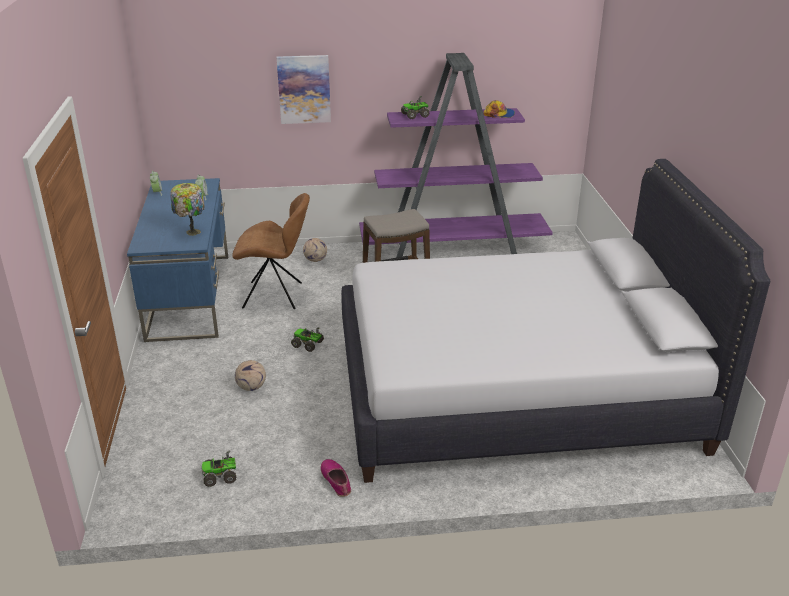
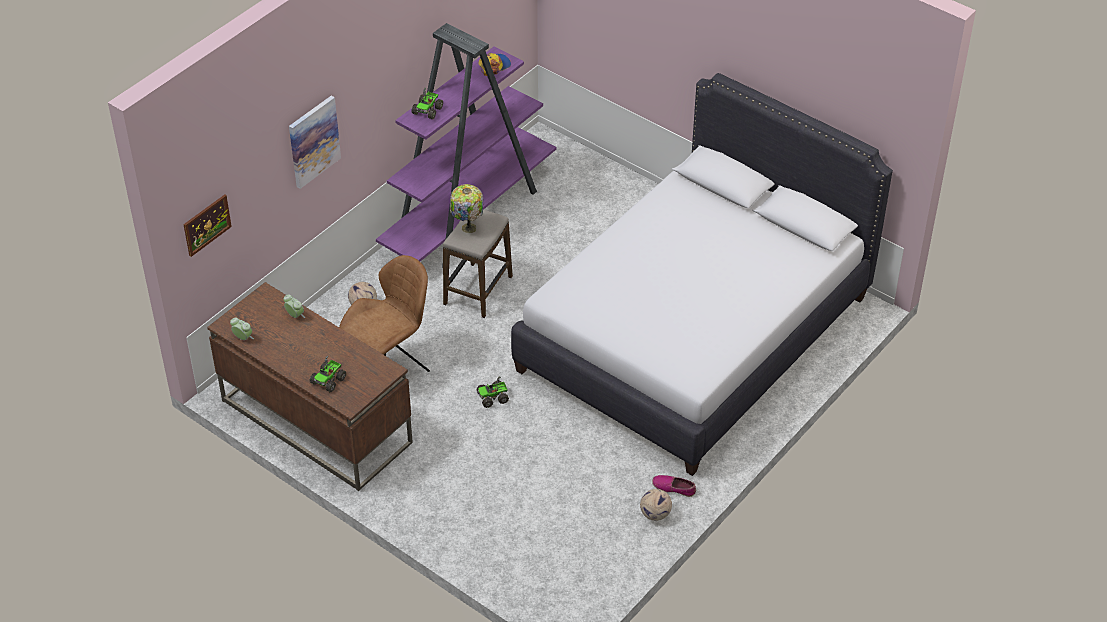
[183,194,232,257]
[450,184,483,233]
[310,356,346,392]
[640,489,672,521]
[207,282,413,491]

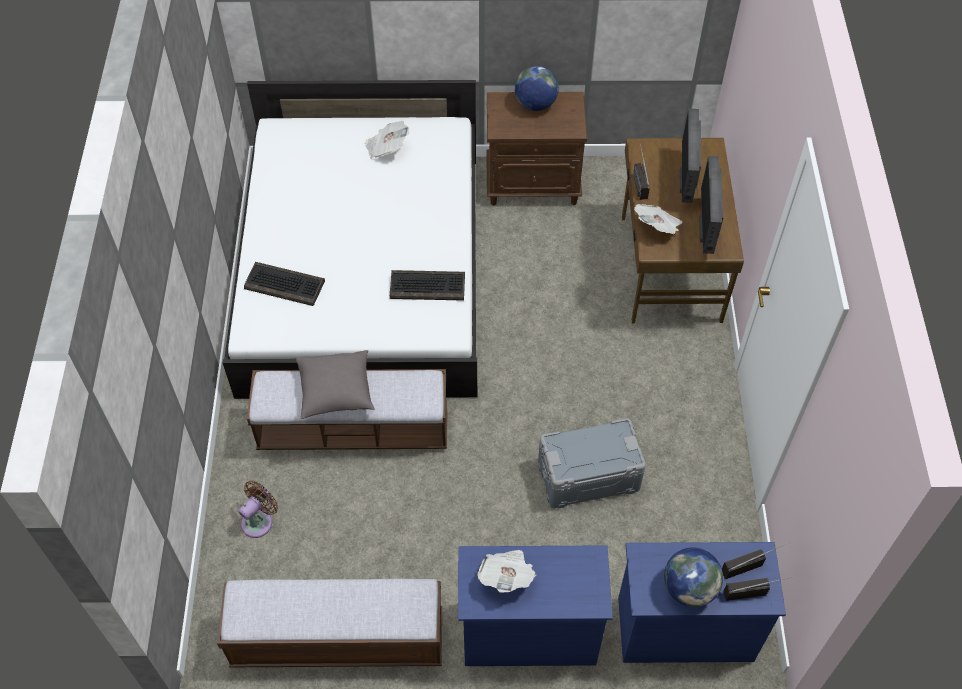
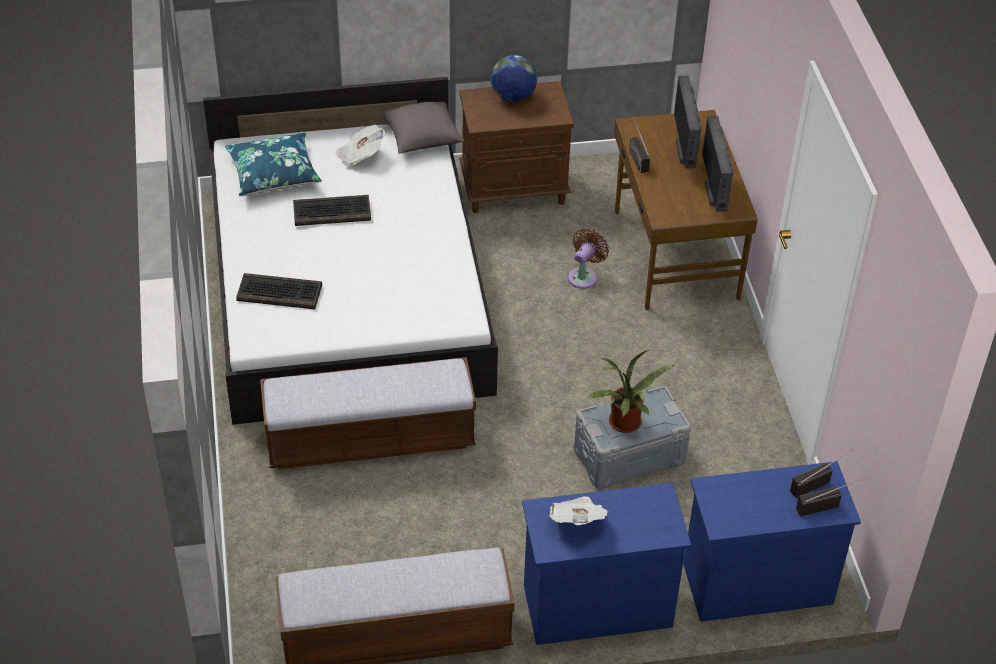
[634,204,683,234] (first image)
[664,547,723,607] (first image)
[225,132,322,196]
[588,349,676,433]
[568,229,609,289]
[381,102,465,154]
[293,195,371,226]

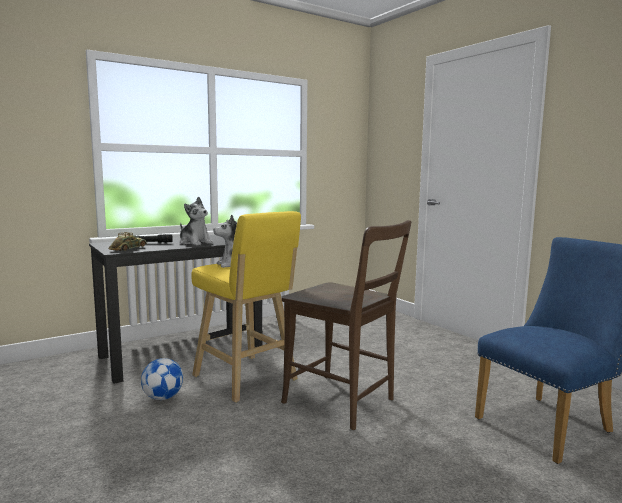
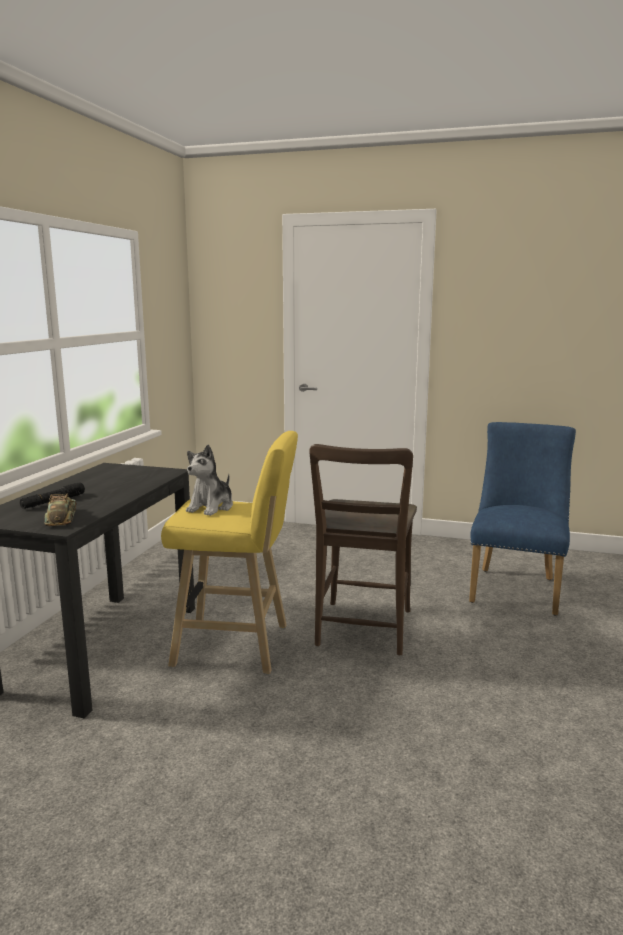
[141,358,183,400] (first image)
[180,197,213,245] (first image)
[309,444,417,655]

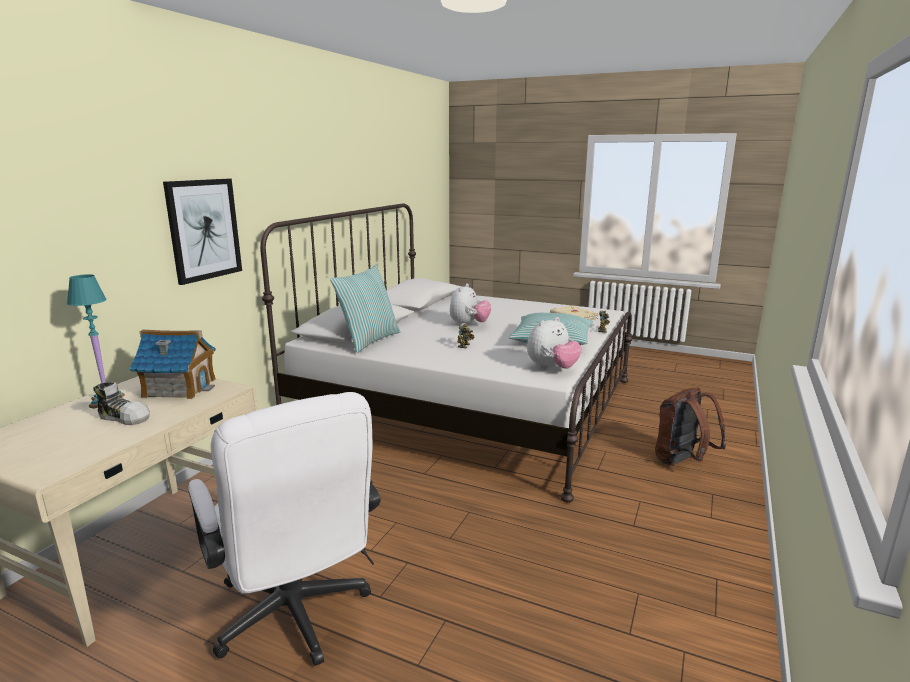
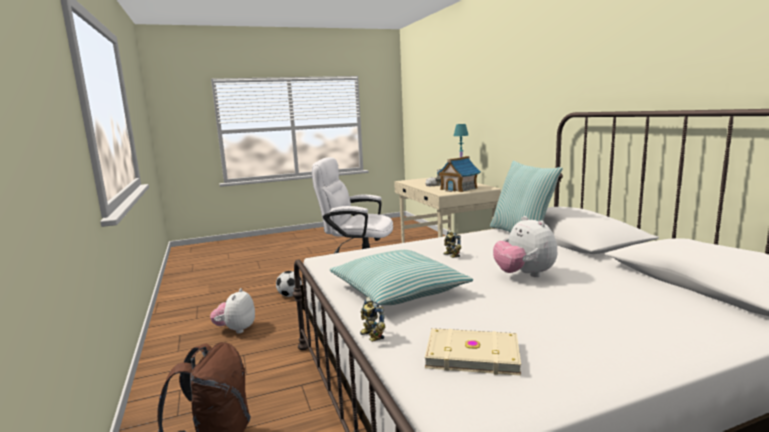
[163,179,242,285] (first image)
[276,271,302,297]
[210,288,255,334]

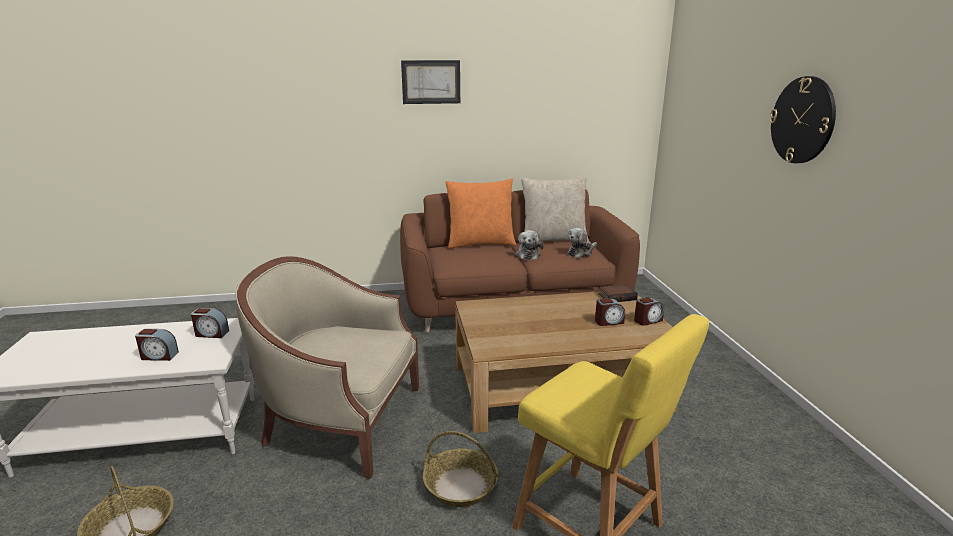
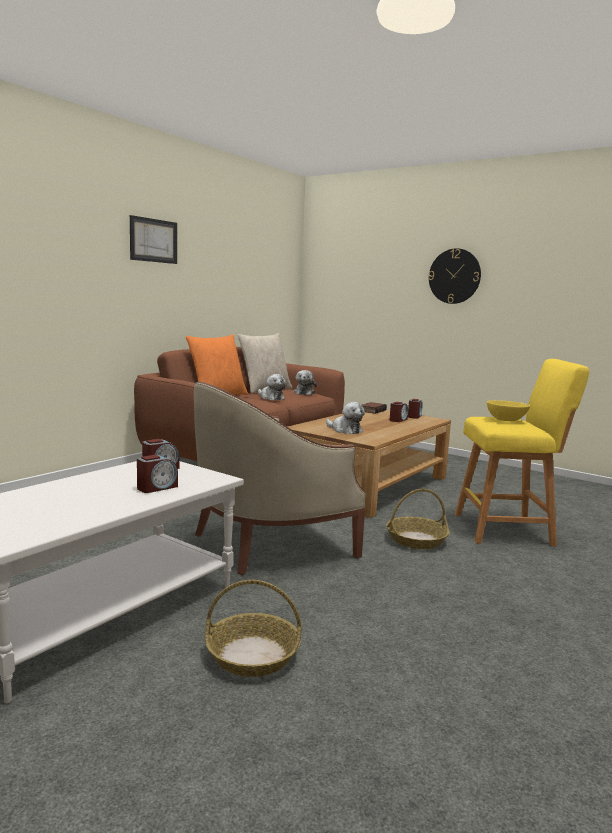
[326,402,365,434]
[487,400,530,421]

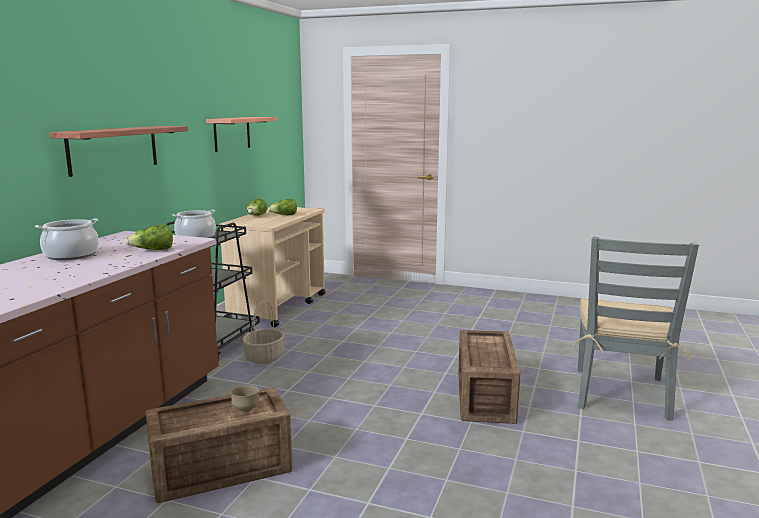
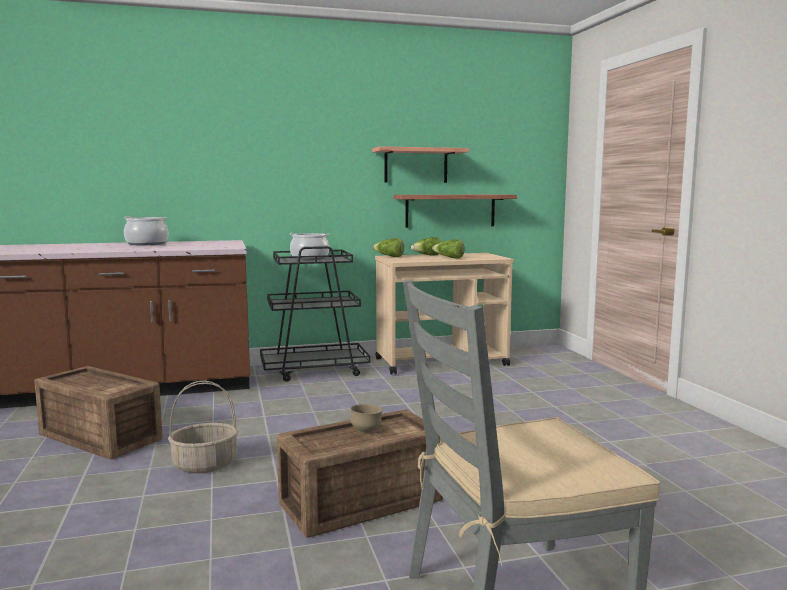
[394,194,517,228]
[373,238,404,257]
[350,404,383,434]
[168,381,238,473]

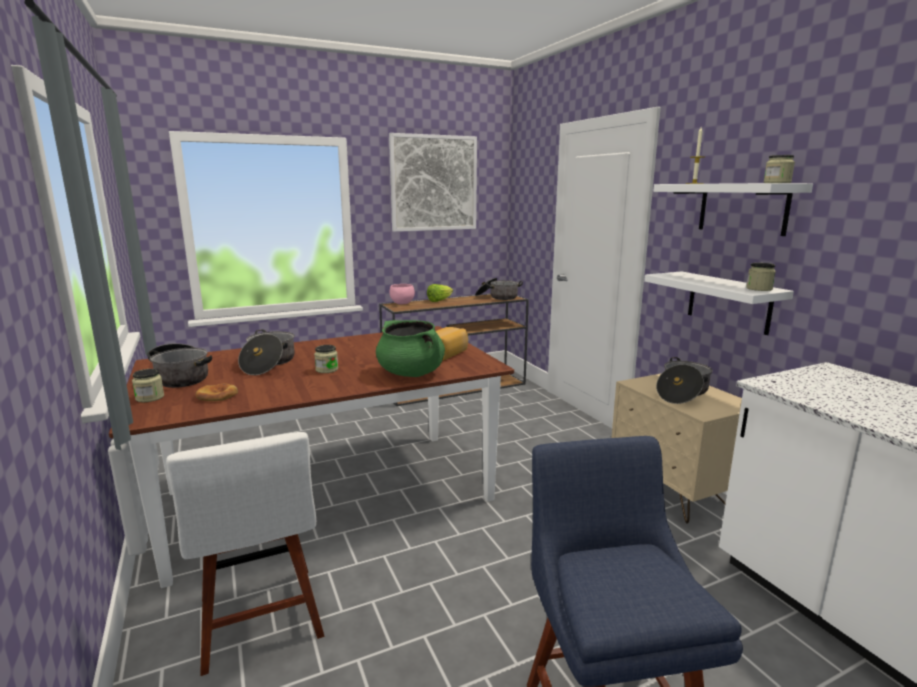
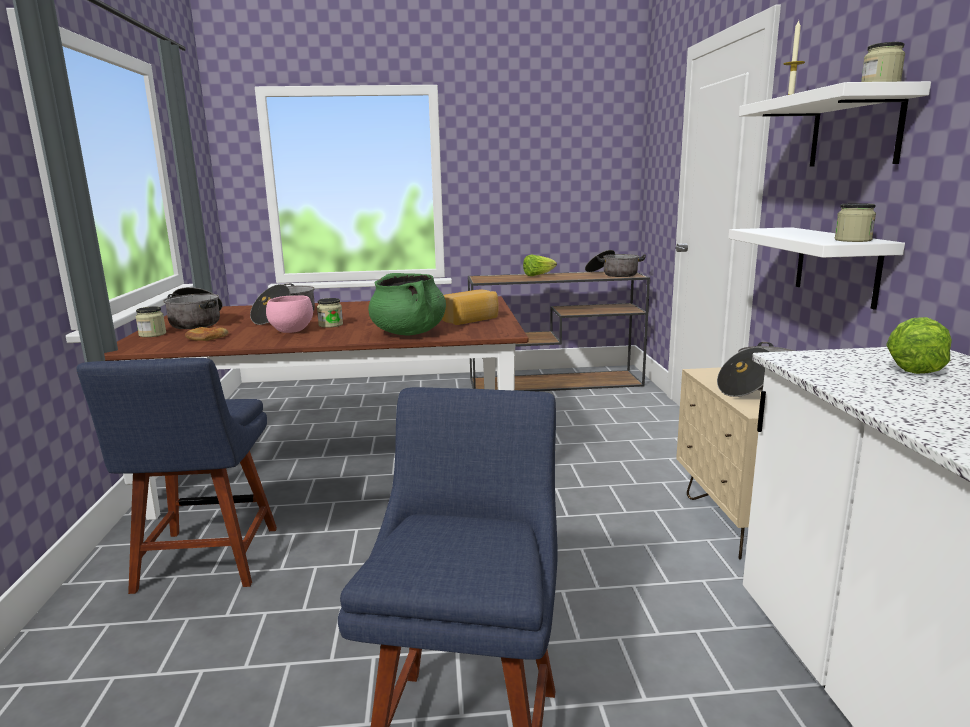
[389,133,477,232] (first image)
[886,317,952,374]
[266,295,313,333]
[76,358,277,594]

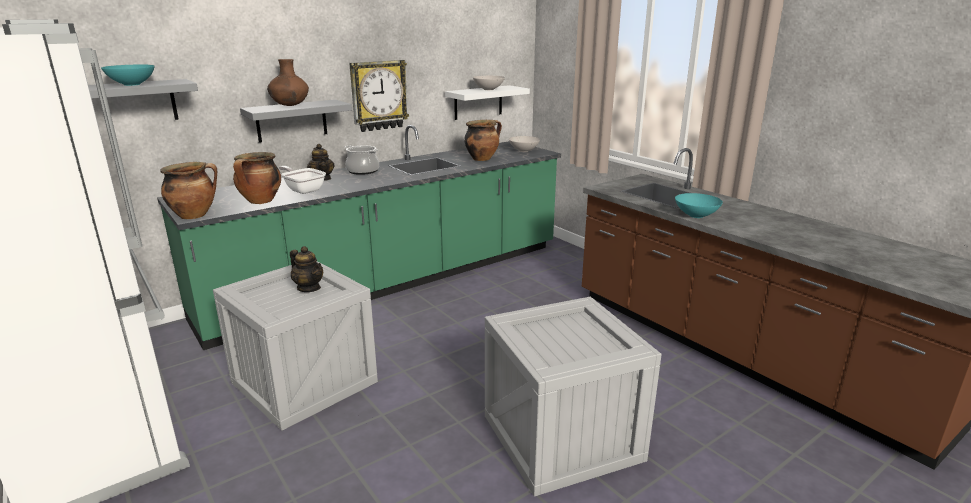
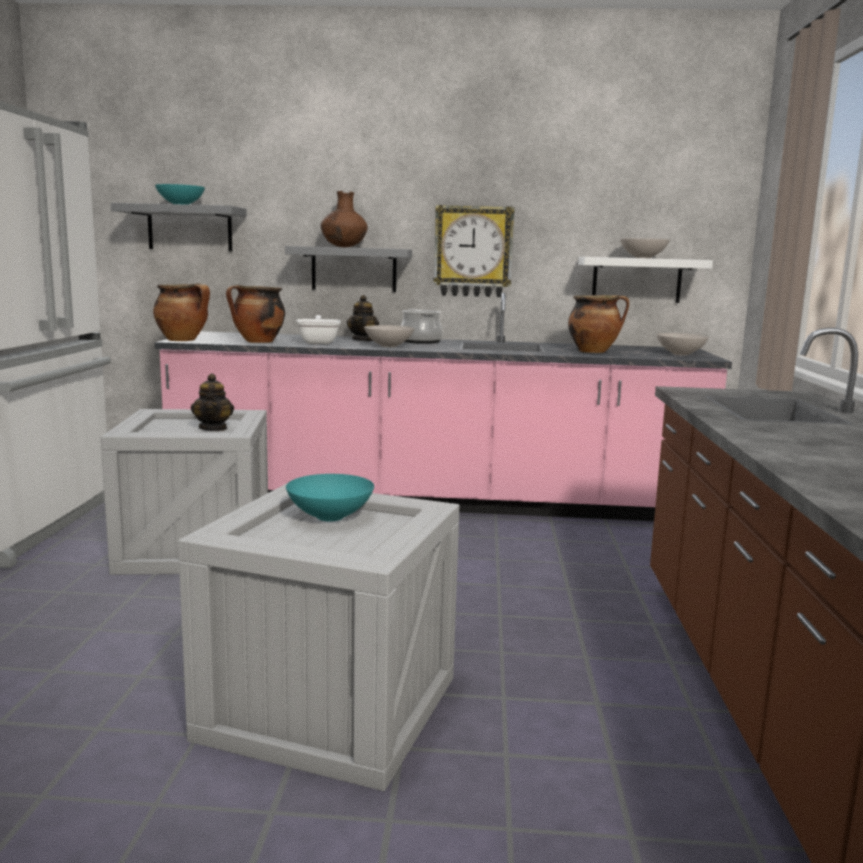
[364,325,414,347]
[286,474,374,521]
[155,292,732,521]

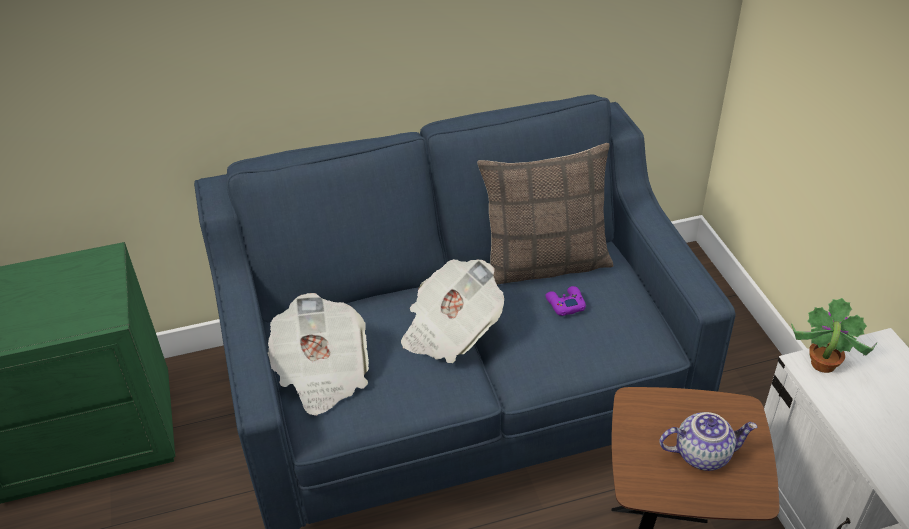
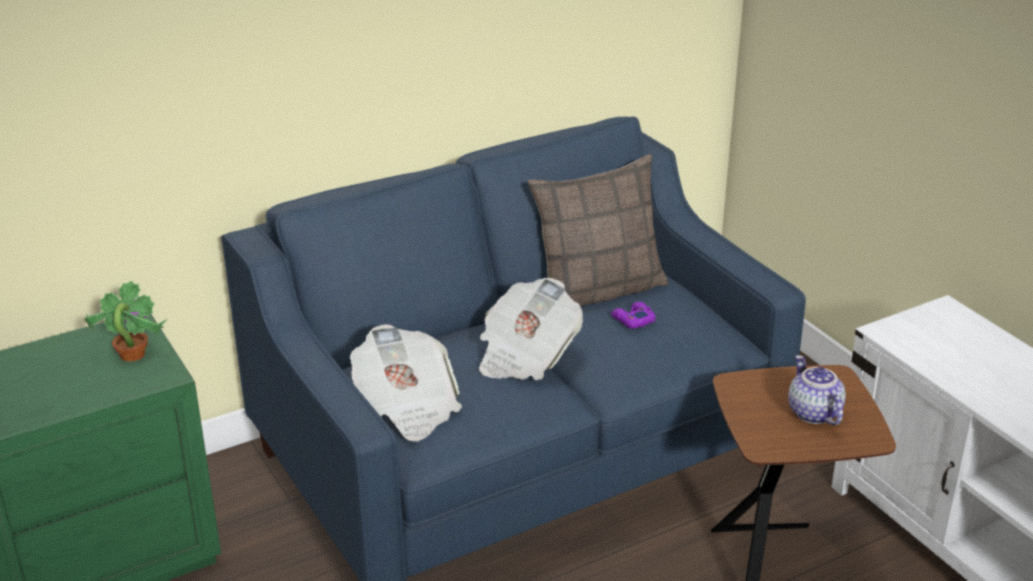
[84,281,167,362]
[788,355,846,425]

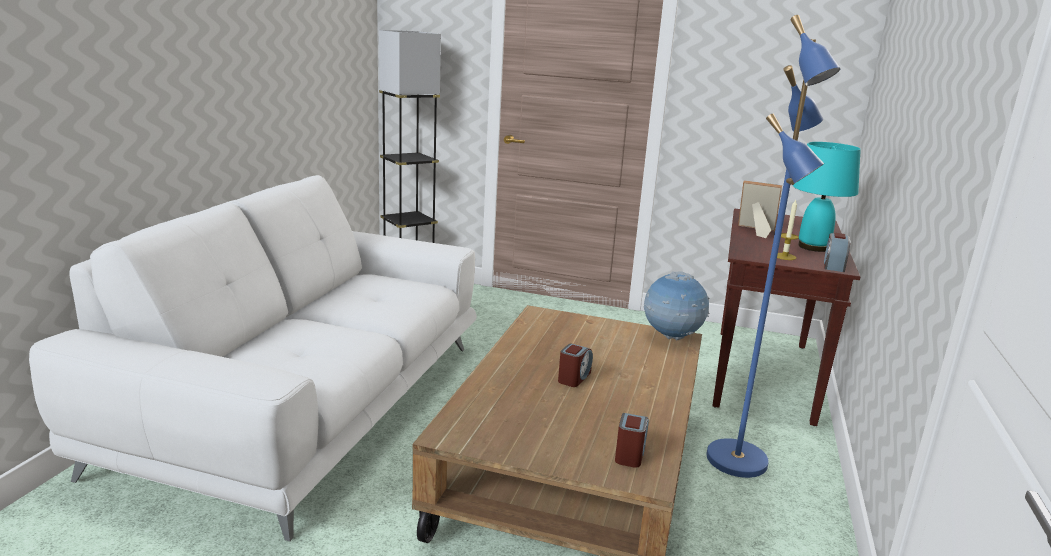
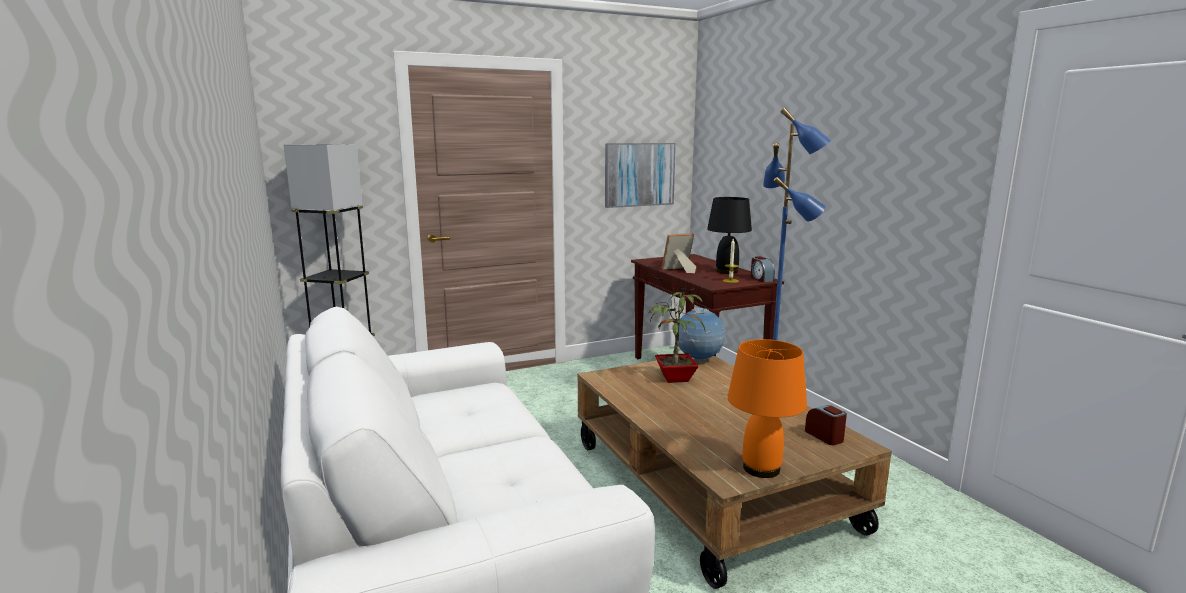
[558,343,593,387] (first image)
[605,143,676,208]
[648,286,705,383]
[727,339,807,478]
[707,197,752,274]

